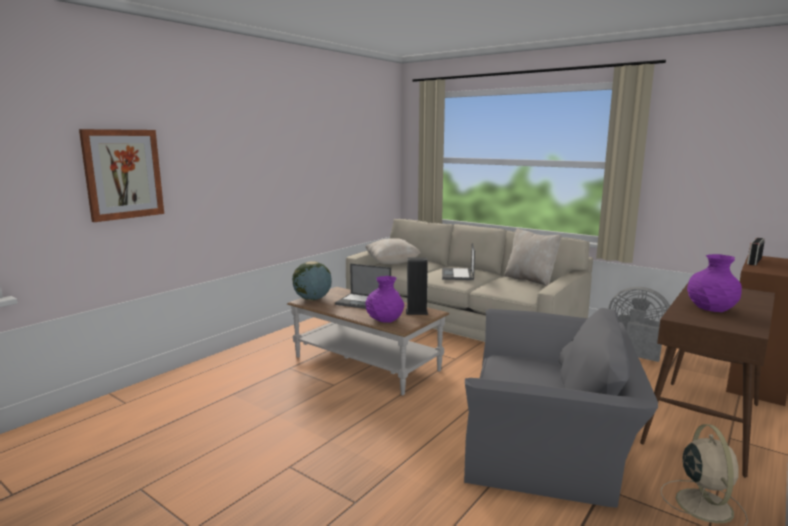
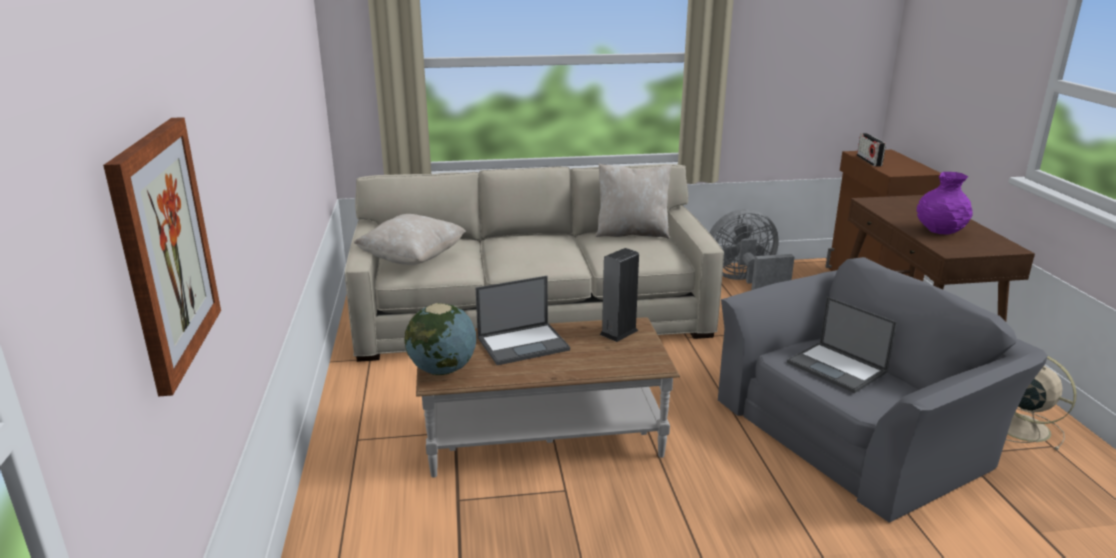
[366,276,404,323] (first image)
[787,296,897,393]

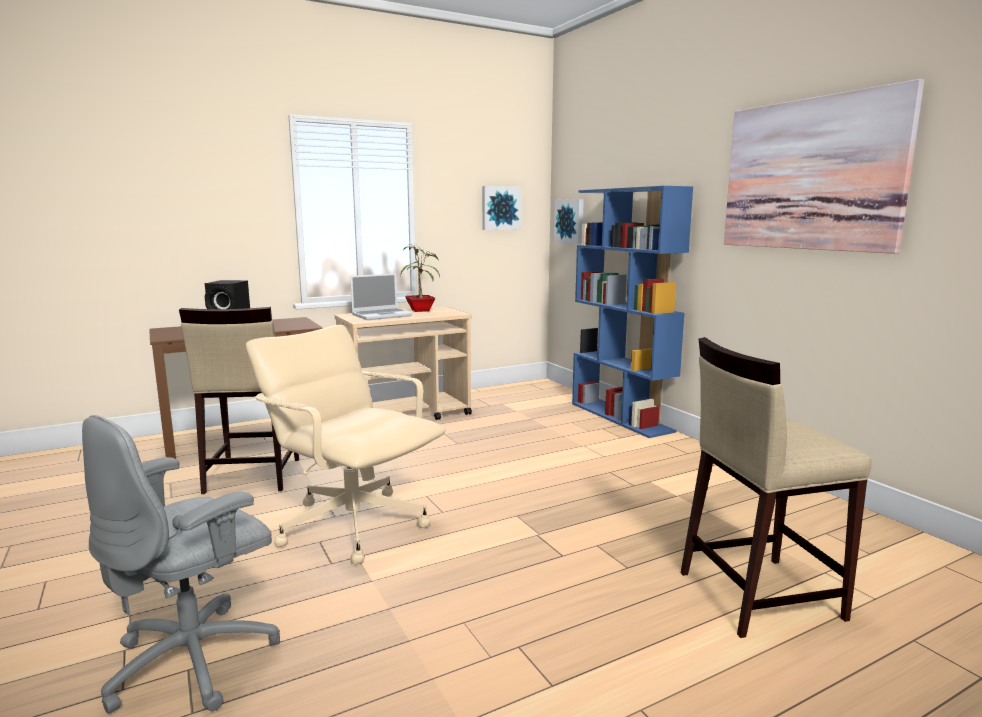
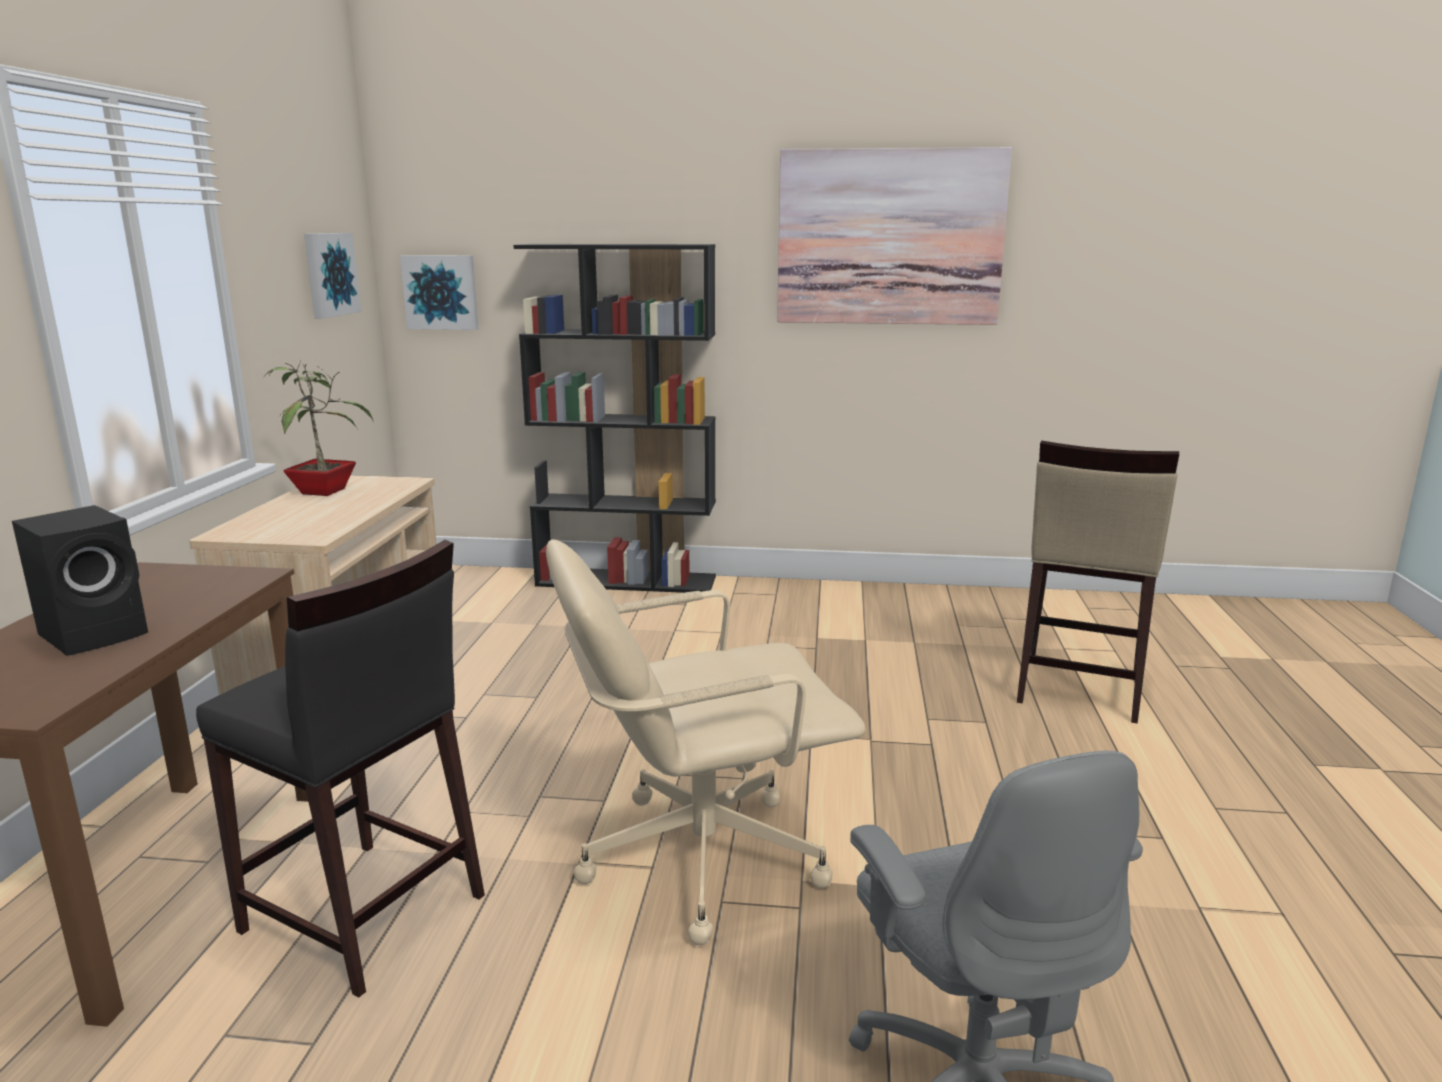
[350,273,412,320] (first image)
[196,540,485,997]
[514,244,716,593]

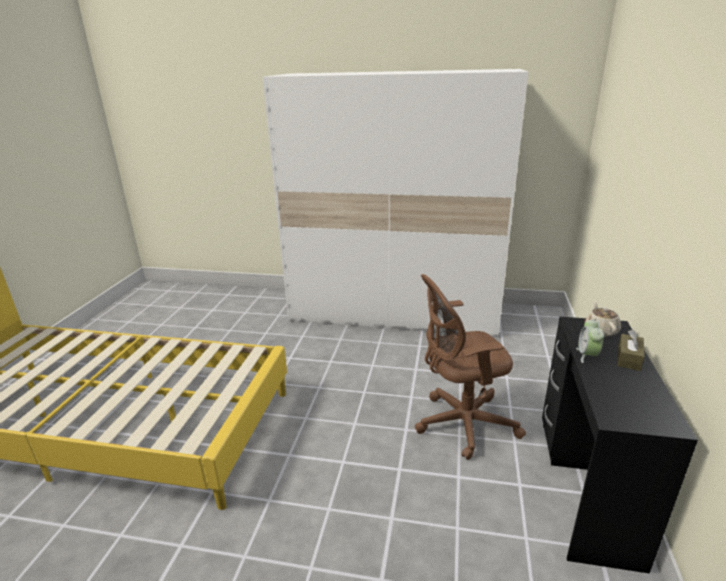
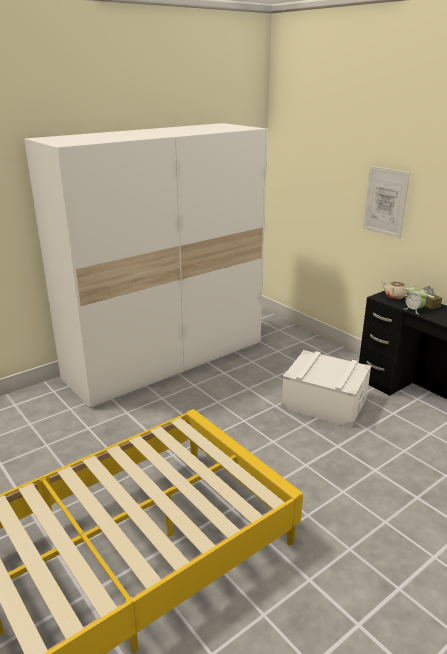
[363,166,410,238]
[281,350,371,428]

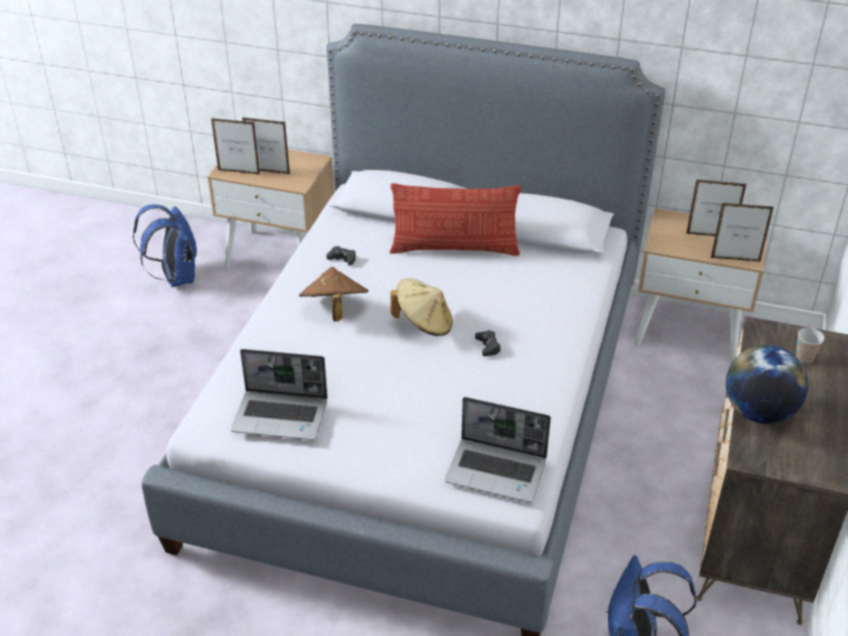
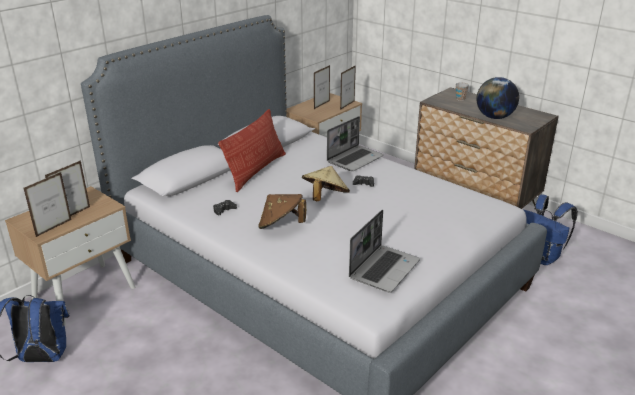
[327,116,384,171]

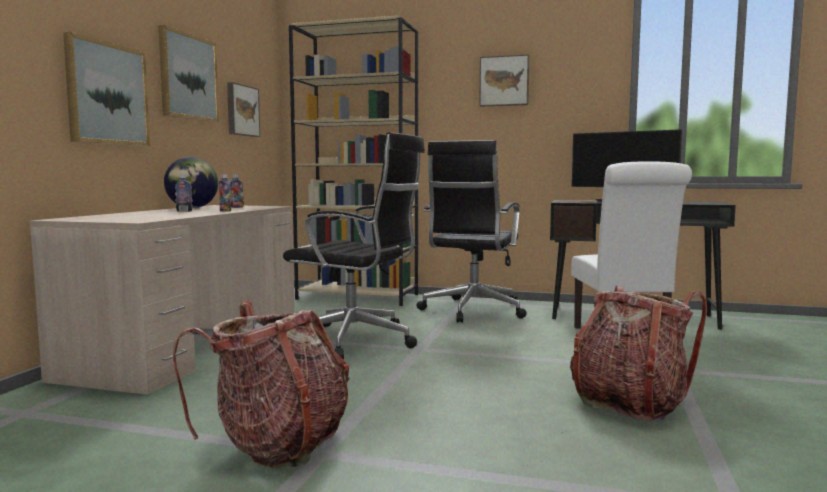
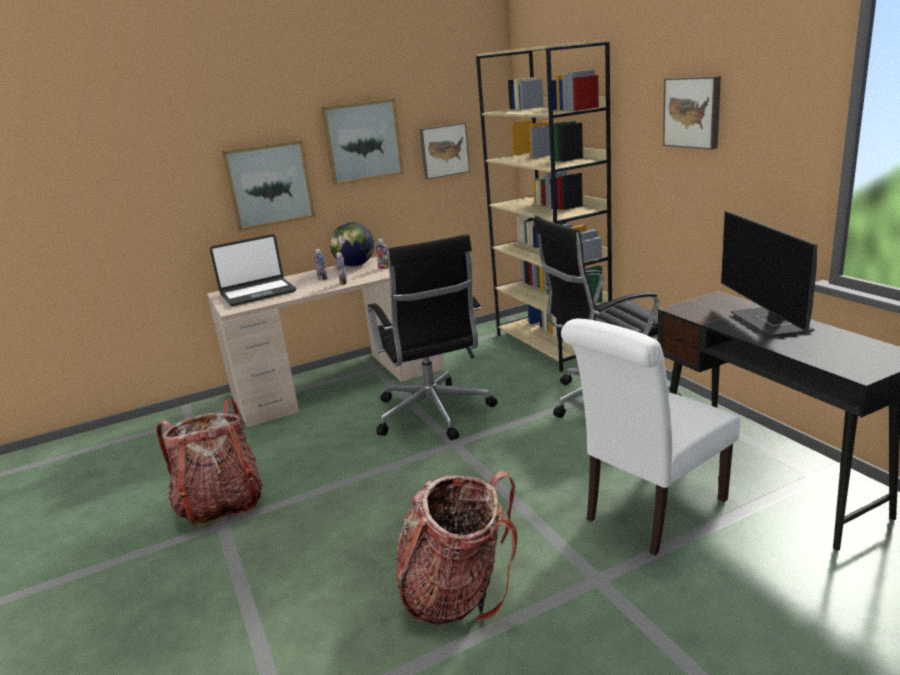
[210,234,296,306]

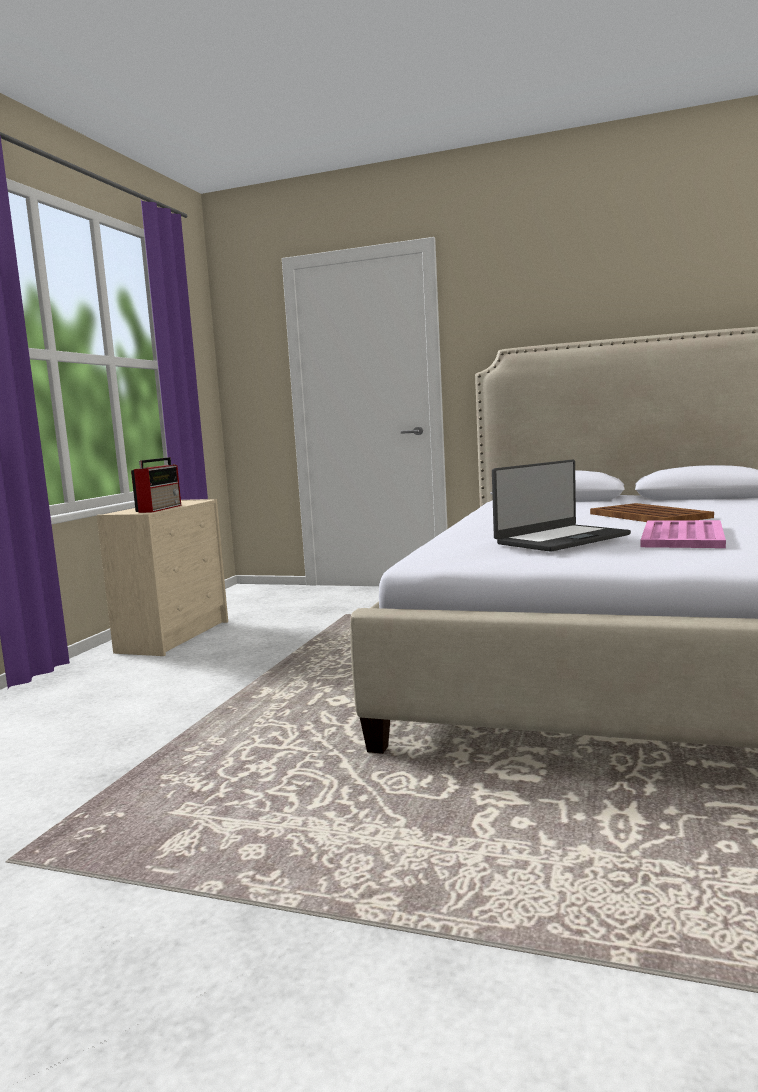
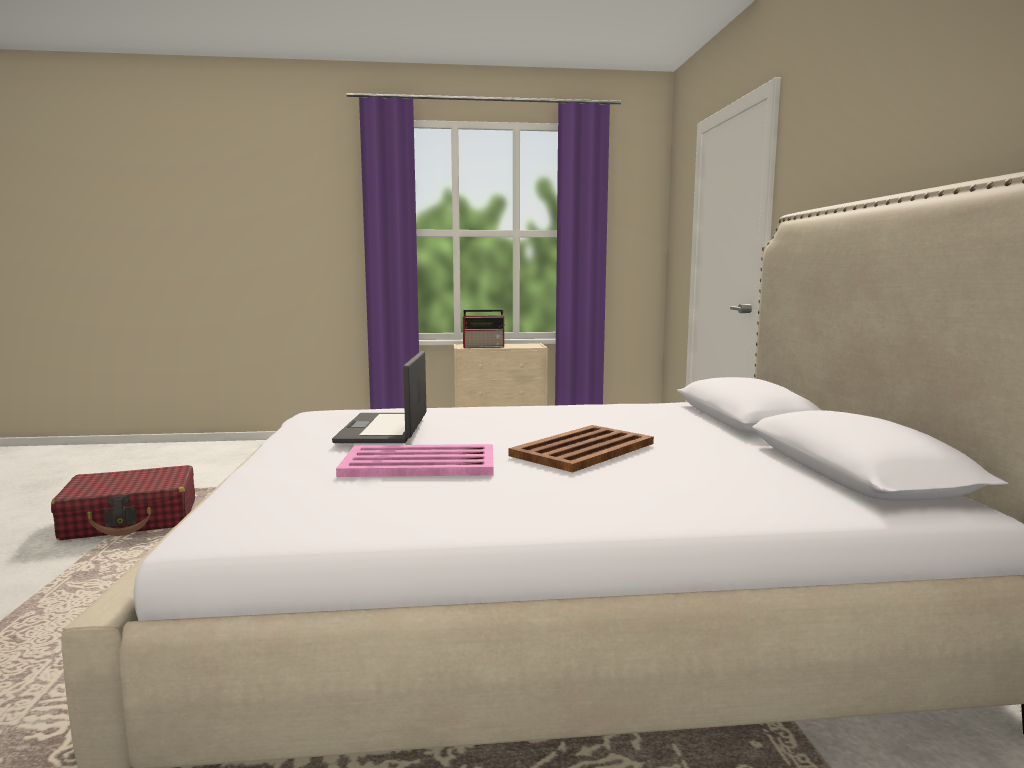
[51,465,195,540]
[332,351,427,443]

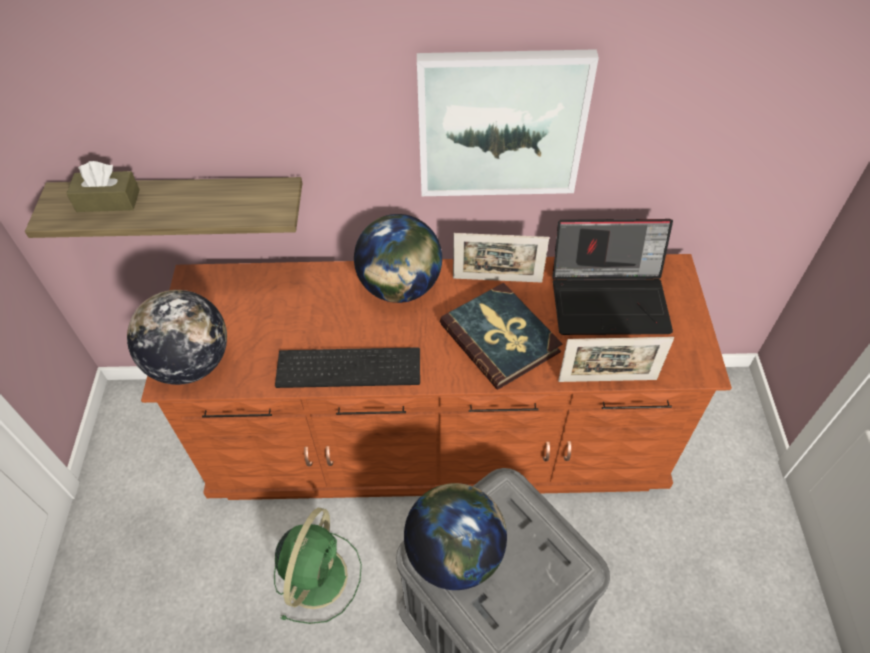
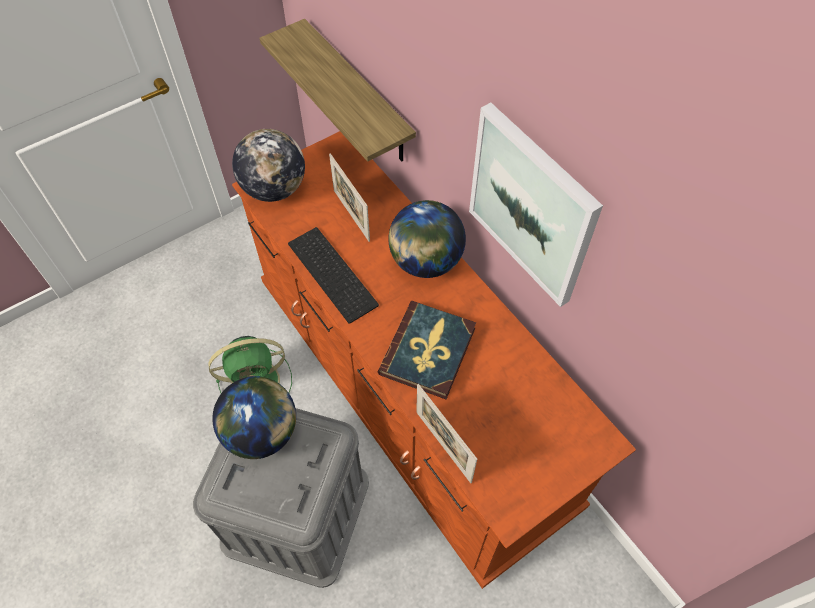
[66,161,140,212] (first image)
[552,219,673,335] (first image)
[329,153,370,242]

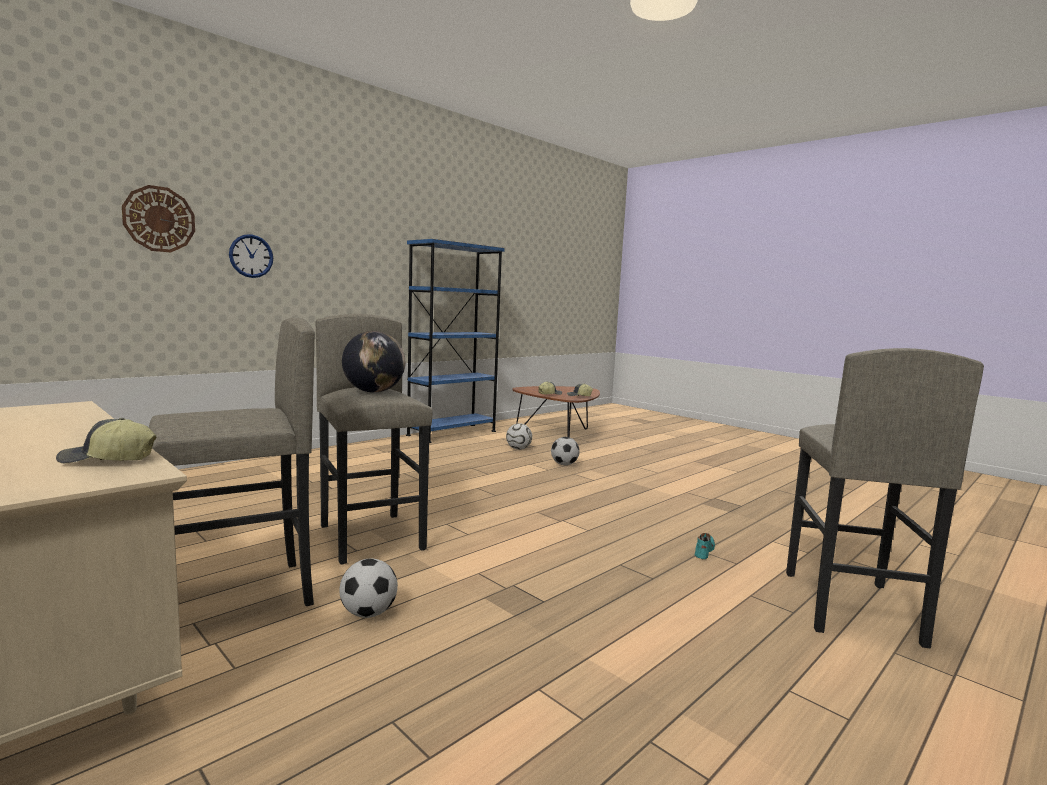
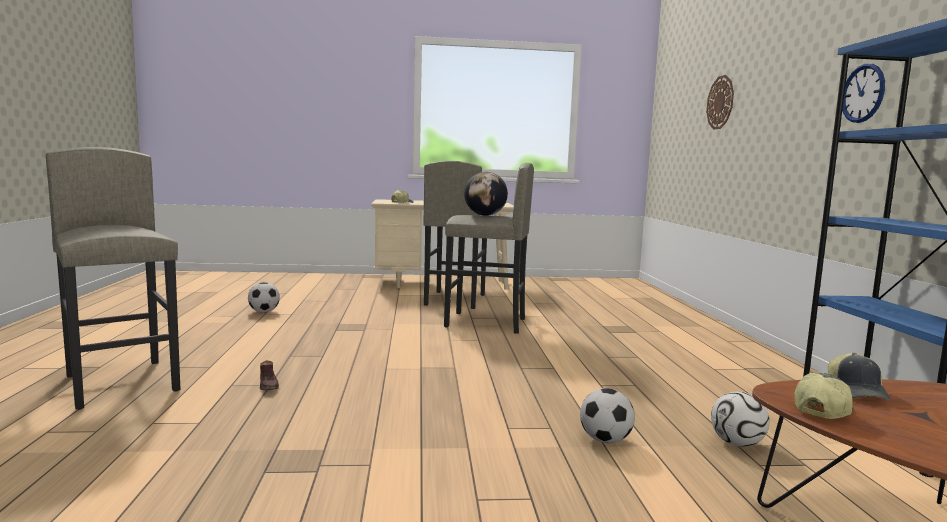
[842,64,885,123]
[248,282,280,313]
[260,361,279,391]

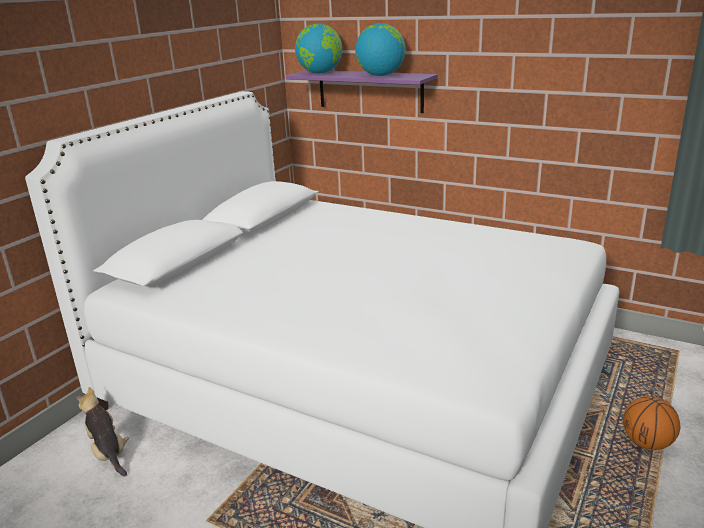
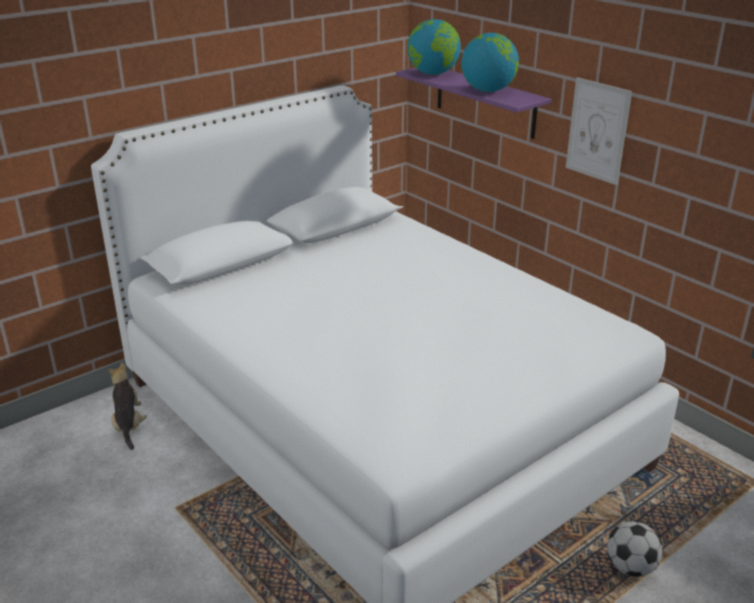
[566,77,632,185]
[607,522,662,577]

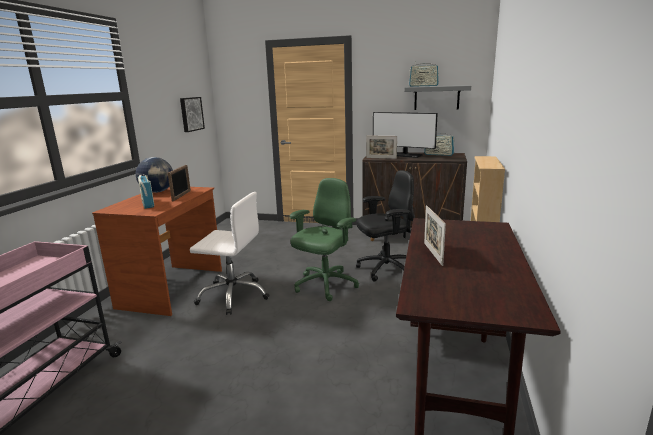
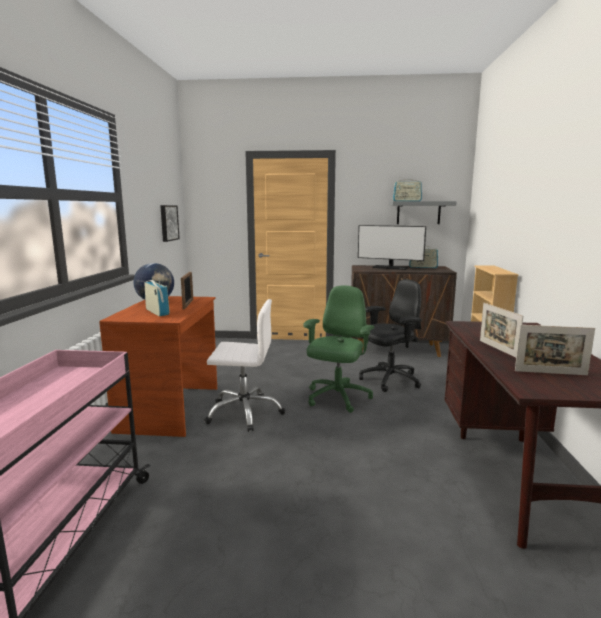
[515,325,595,375]

